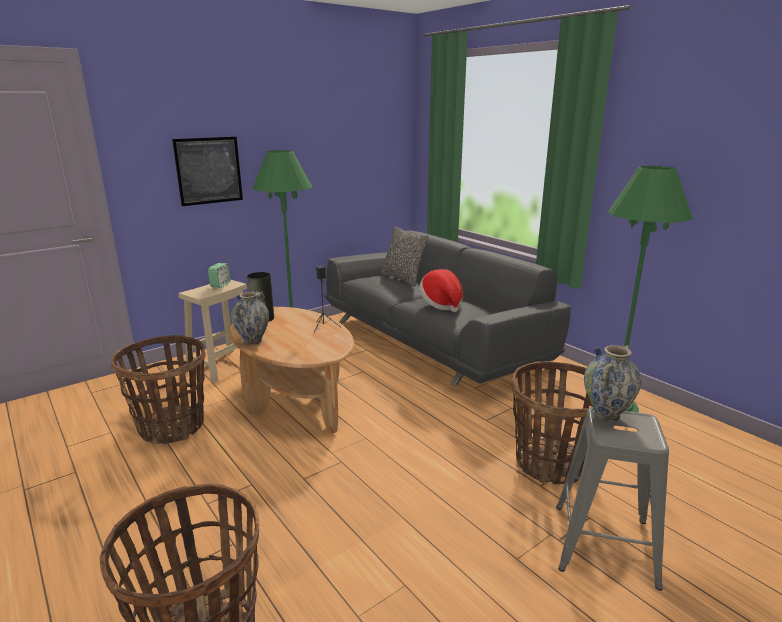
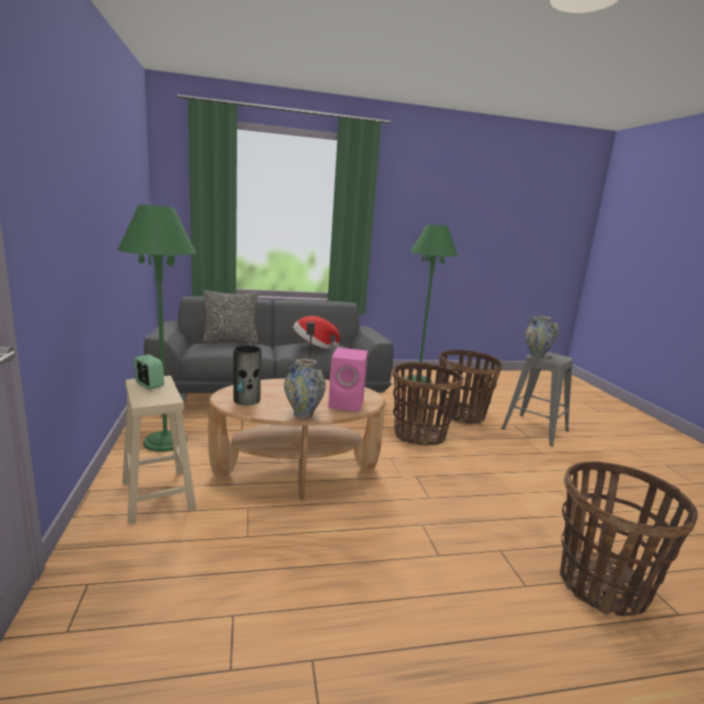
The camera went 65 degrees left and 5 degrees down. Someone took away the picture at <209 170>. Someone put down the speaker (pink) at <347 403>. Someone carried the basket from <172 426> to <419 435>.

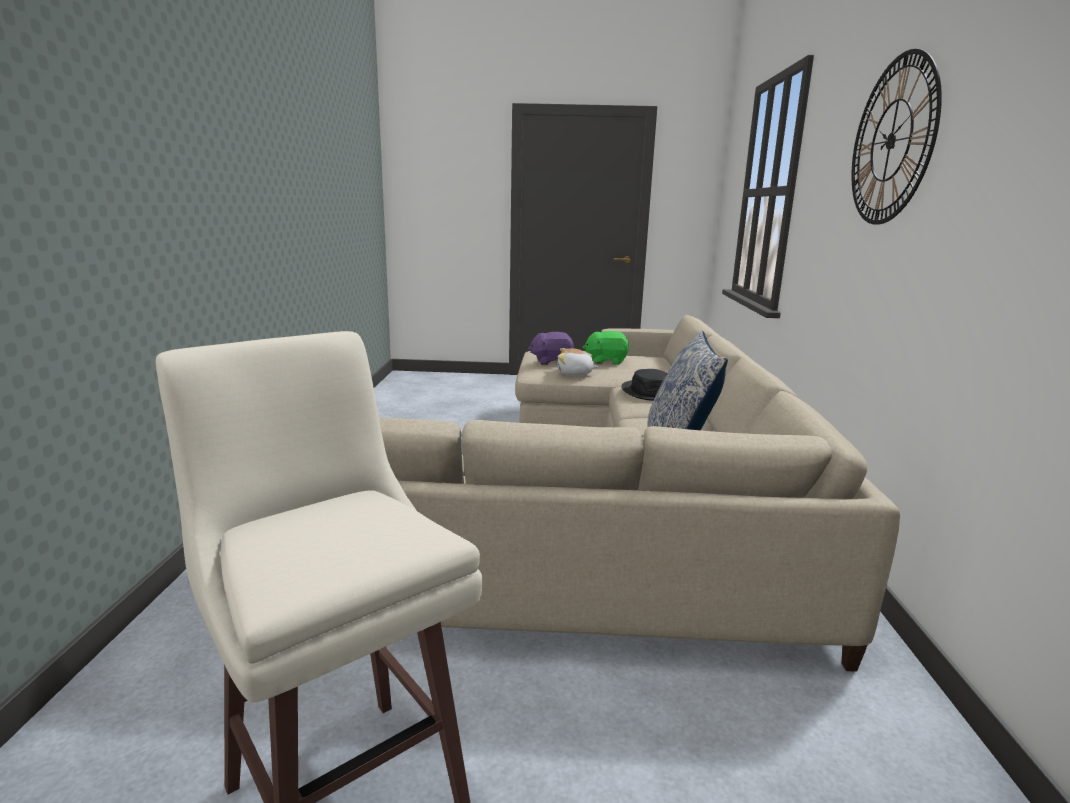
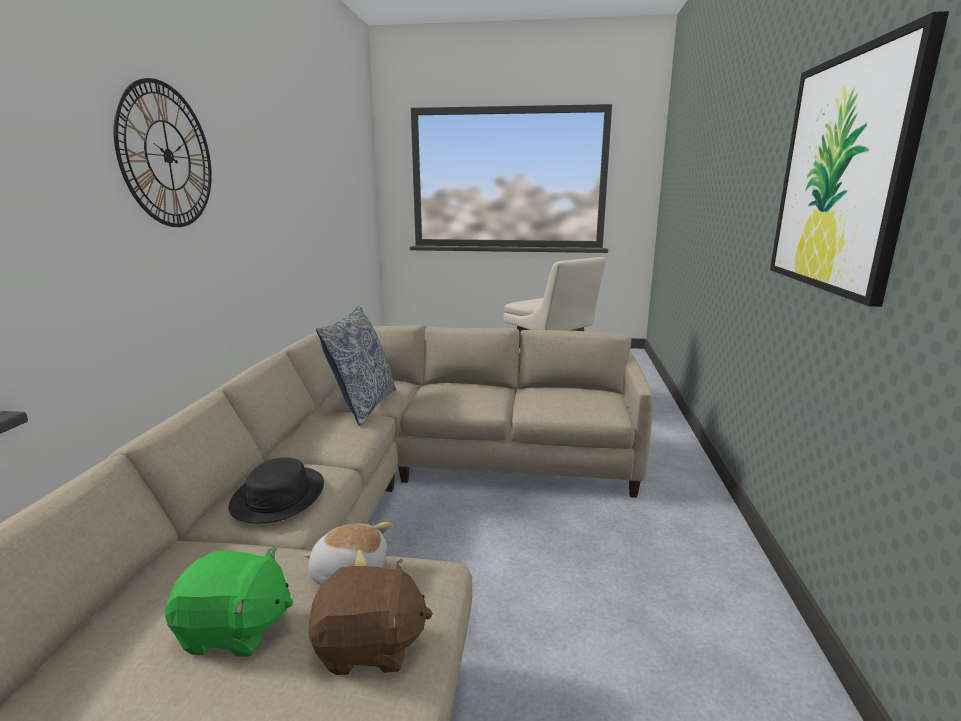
The camera went 175 degrees left and 0 degrees up. Someone put up the picture at <842 174>. Someone repainted the plush toy (purple) at <551 362>, which became the plush toy (brown) at <370 646>.

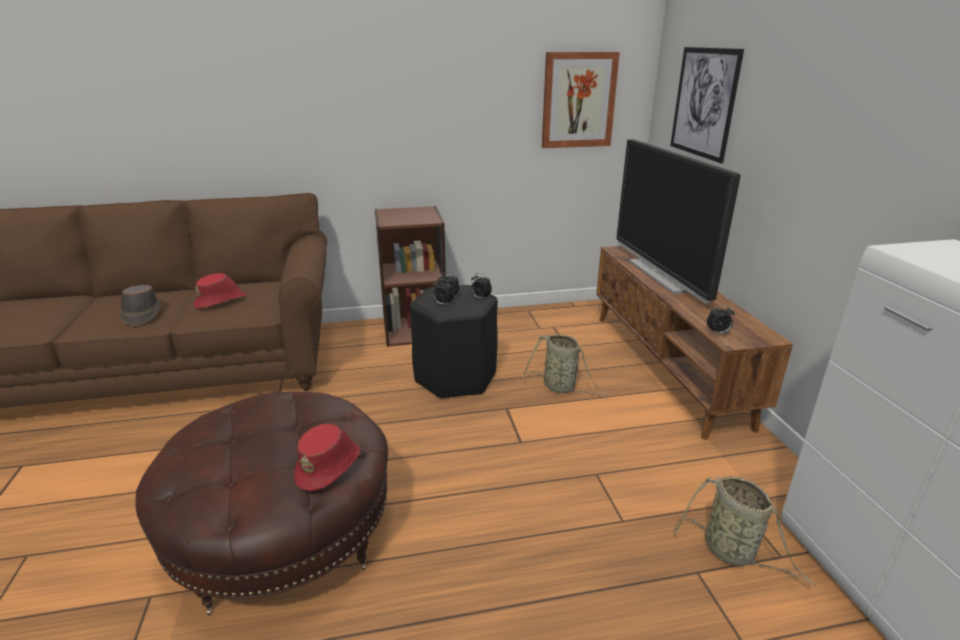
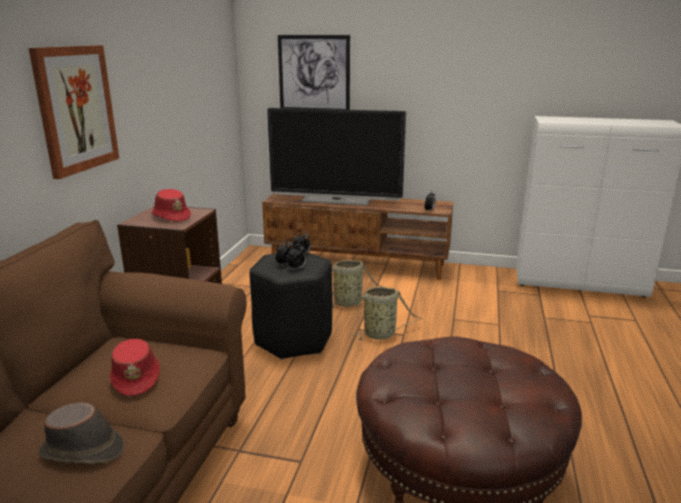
The camera went 65 degrees left and 5 degrees down. Someone carried the hat (red) from <330 466> to <171 216>. Someone carried the picture from <578 100> to <76 109>. Someone carried the basket from <732 552> to <382 334>.

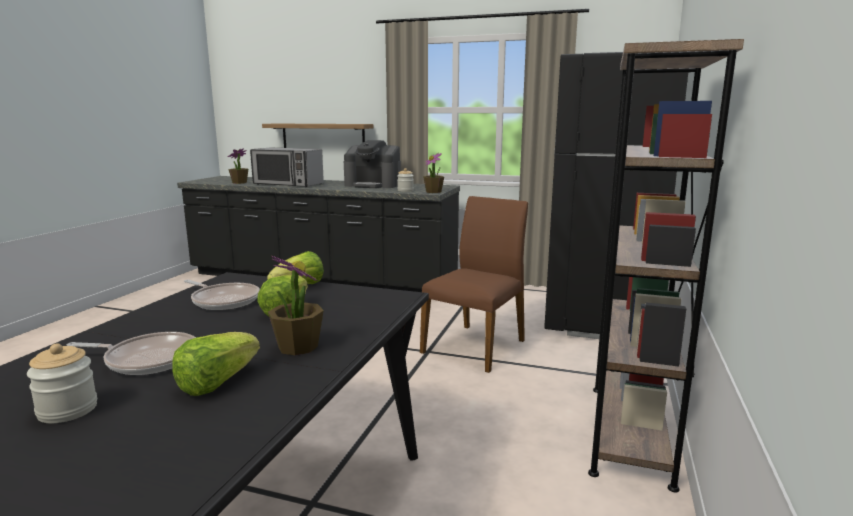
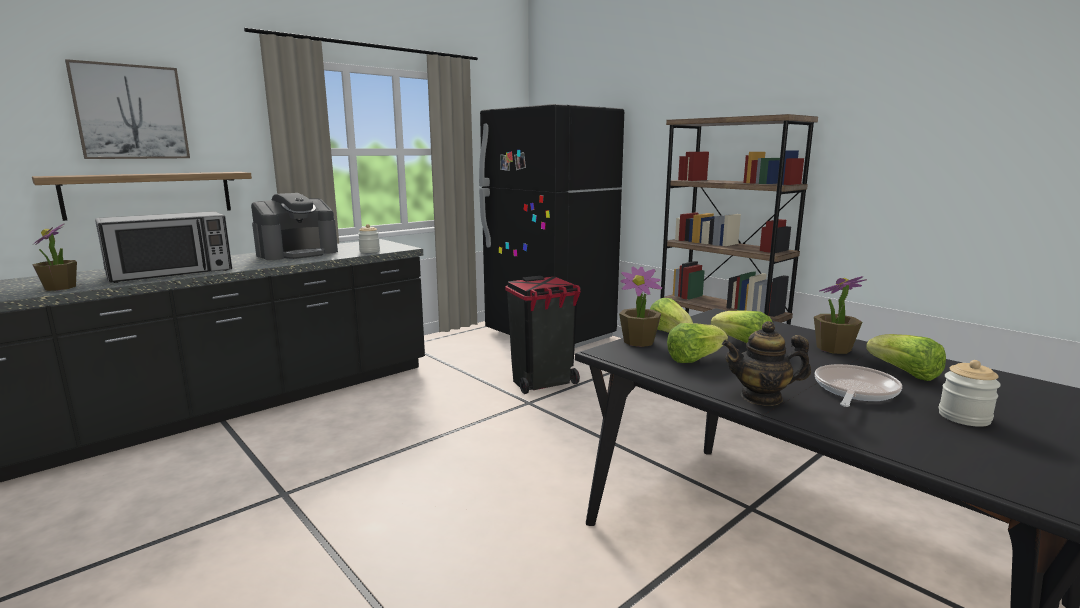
The camera went 60 degrees left and 0 degrees up. Someone put up the picture at <131 112>. Someone put down the teapot at <761 397>. Someone carried the potted plant from <433 192> to <639 342>. Someone swapped the frying pan at <224 300> for the lettuce at <694 359>. Someone swapped the chair (brown) at <475 346> for the trash can (black) at <543 383>.

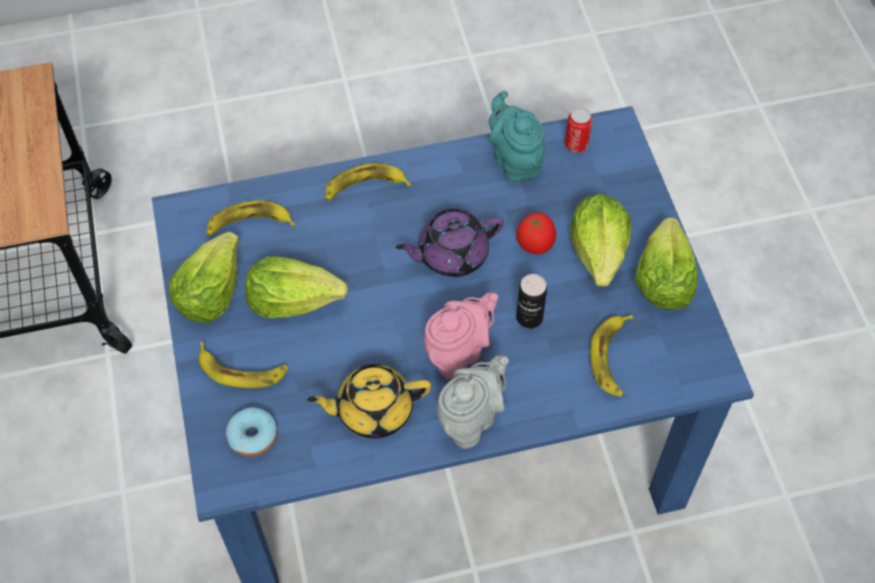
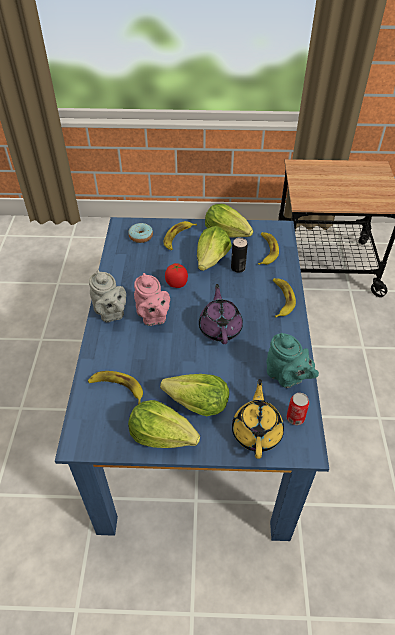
The camera went 105 degrees right and 10 degrees down. Someone carried the teapot (yellow) from <373 410> to <257 431>. Someone carried the tomato from <535 244> to <177 284>. Someone carried the can from <529 317> to <238 268>. Someone rotated the teapot (turquoise) at <515 161> by 60 degrees clockwise.

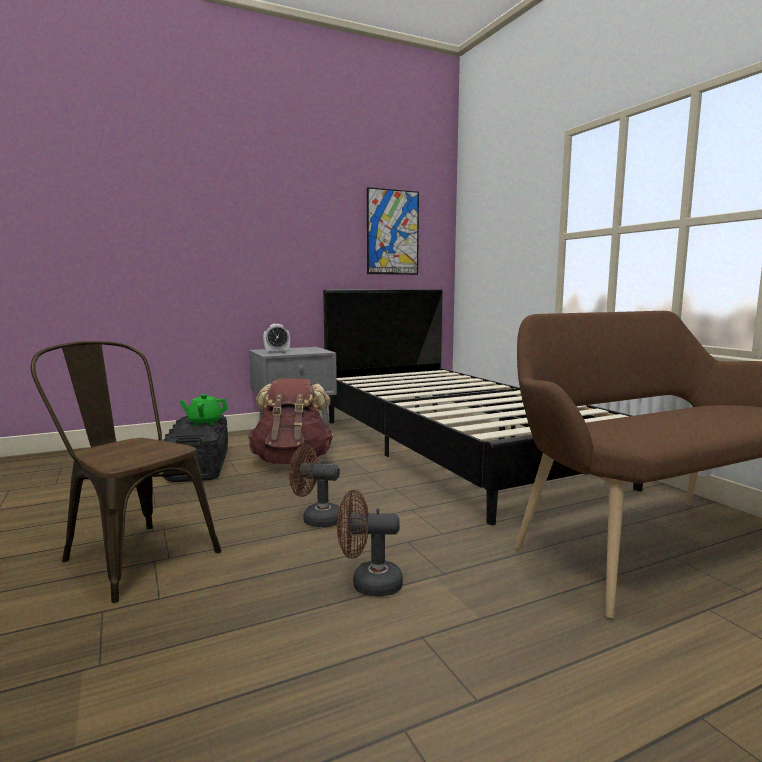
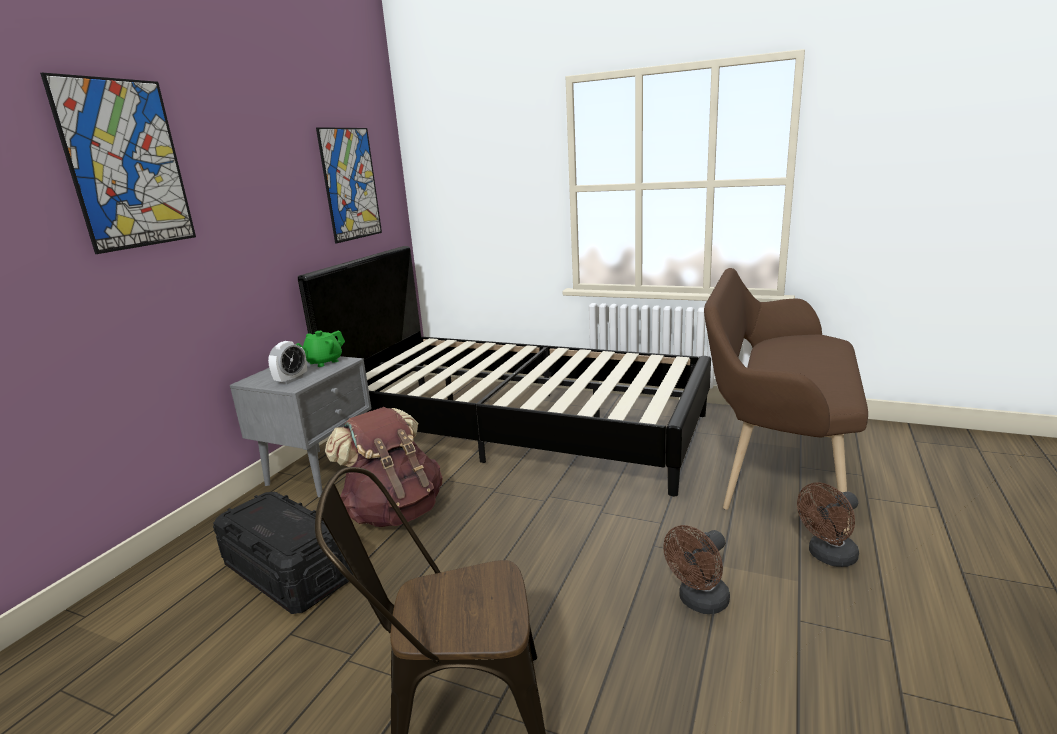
The camera went 40 degrees left and 10 degrees up. Someone put up the picture at <126 165>. Someone carried the teapot (green) from <205 423> to <323 362>. Someone carried the fan (brown) from <316 519> to <827 557>.

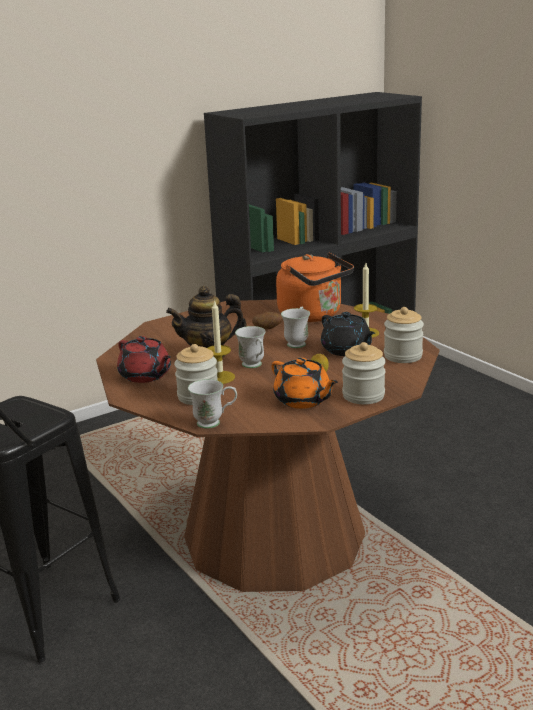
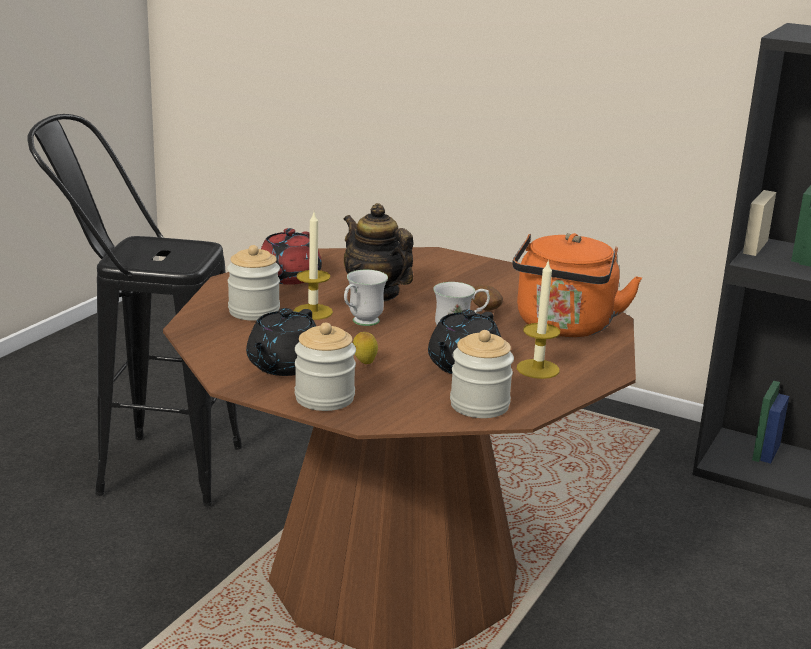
The camera went 60 degrees right and 0 degrees up. Someone took away the mug (white) at <215 423>. Someone repainted the teapot (orange) at <303 400>, which became the teapot (black) at <283 366>.

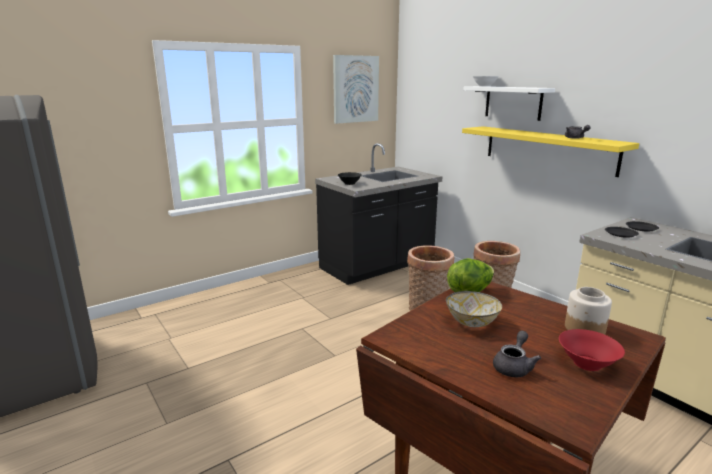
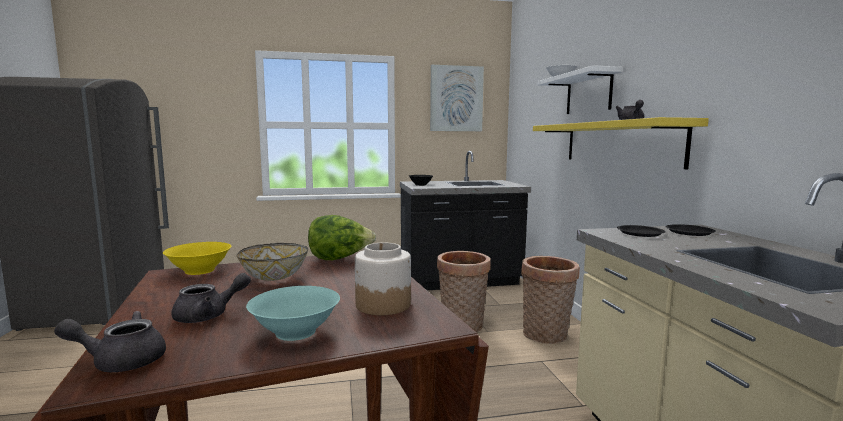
The camera went 25 degrees right and 10 degrees down. Someone put down the teapot (grey) at <121 361>. Someone put down the bowl (yellow) at <200 270>. Someone repainted the bowl (red) at <587 363>, which became the bowl (turquoise) at <296 332>.

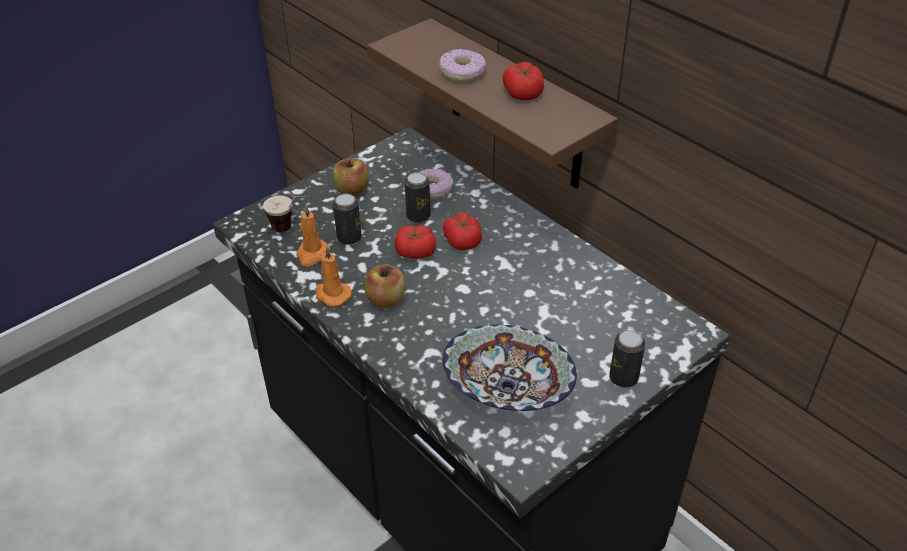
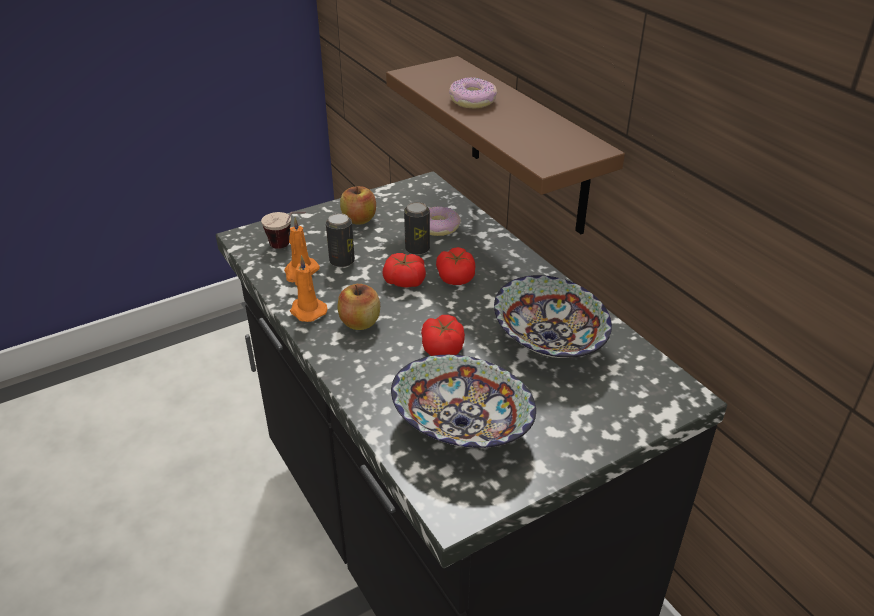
The camera went 10 degrees right and 5 degrees down. Someone took away the can at <623 378>. Someone put down the bowl at <550 341>. Someone carried the tomato from <523 92> to <443 347>.

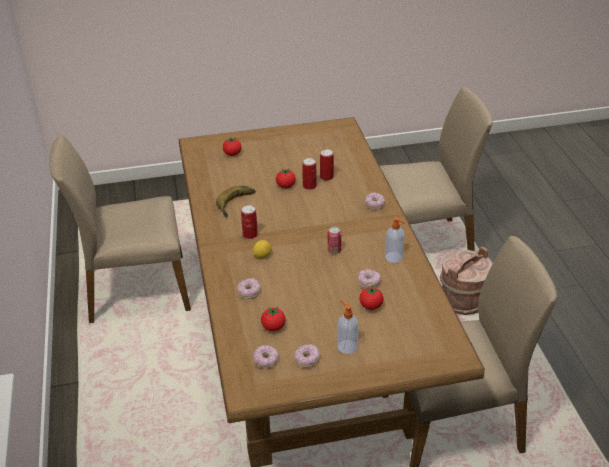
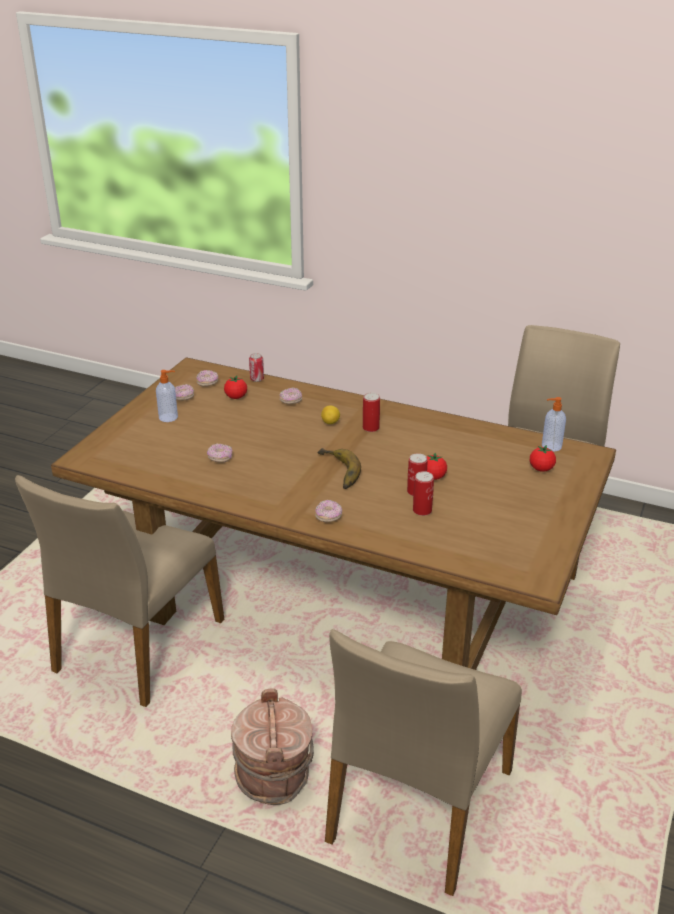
The camera went 125 degrees right and 5 degrees down. Someone took away the tomato at <371 306>. Someone carried the banana from <238 204> to <336 472>. Someone carried the can from <334 250> to <257 379>. Someone carried the soap dispenser from <394 257> to <550 446>.

